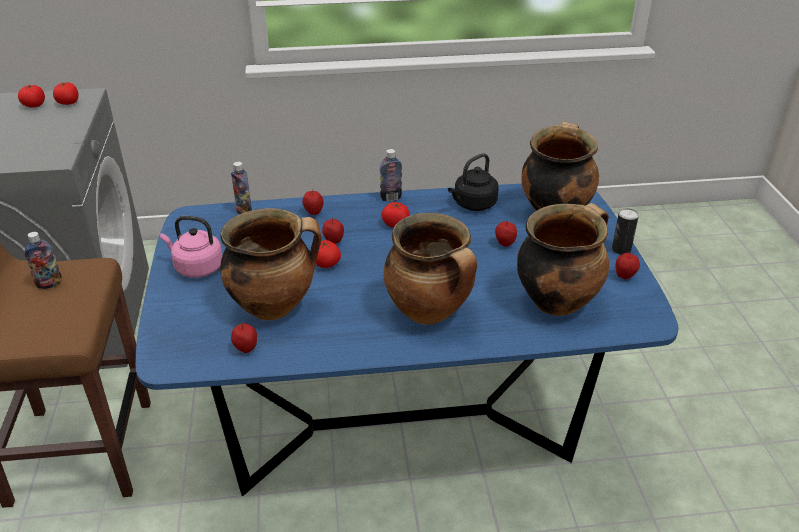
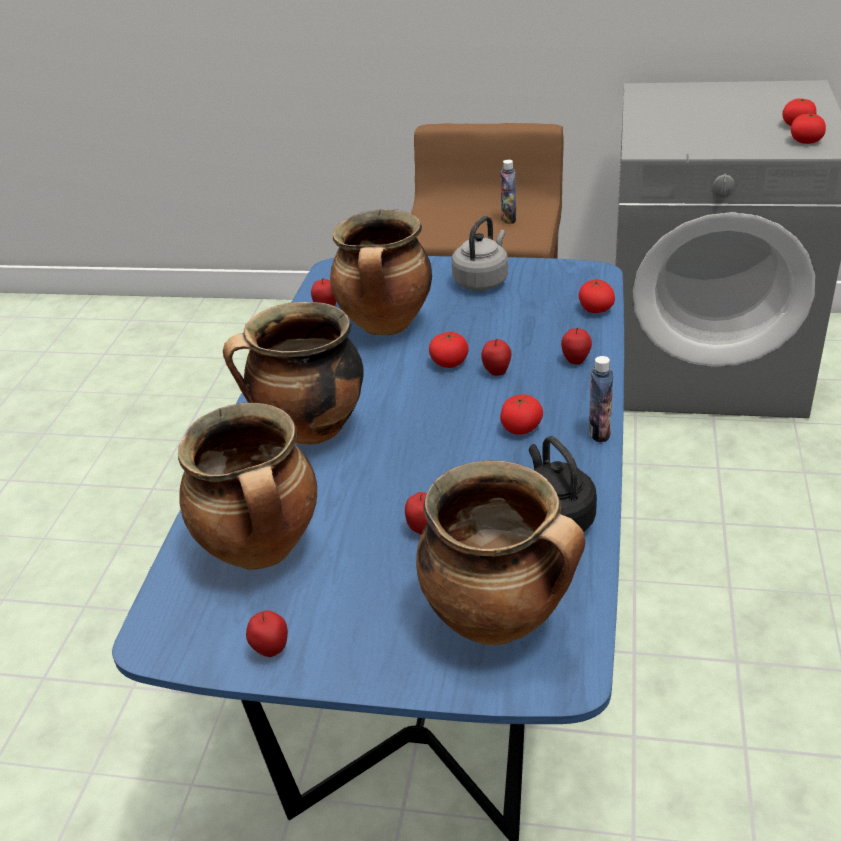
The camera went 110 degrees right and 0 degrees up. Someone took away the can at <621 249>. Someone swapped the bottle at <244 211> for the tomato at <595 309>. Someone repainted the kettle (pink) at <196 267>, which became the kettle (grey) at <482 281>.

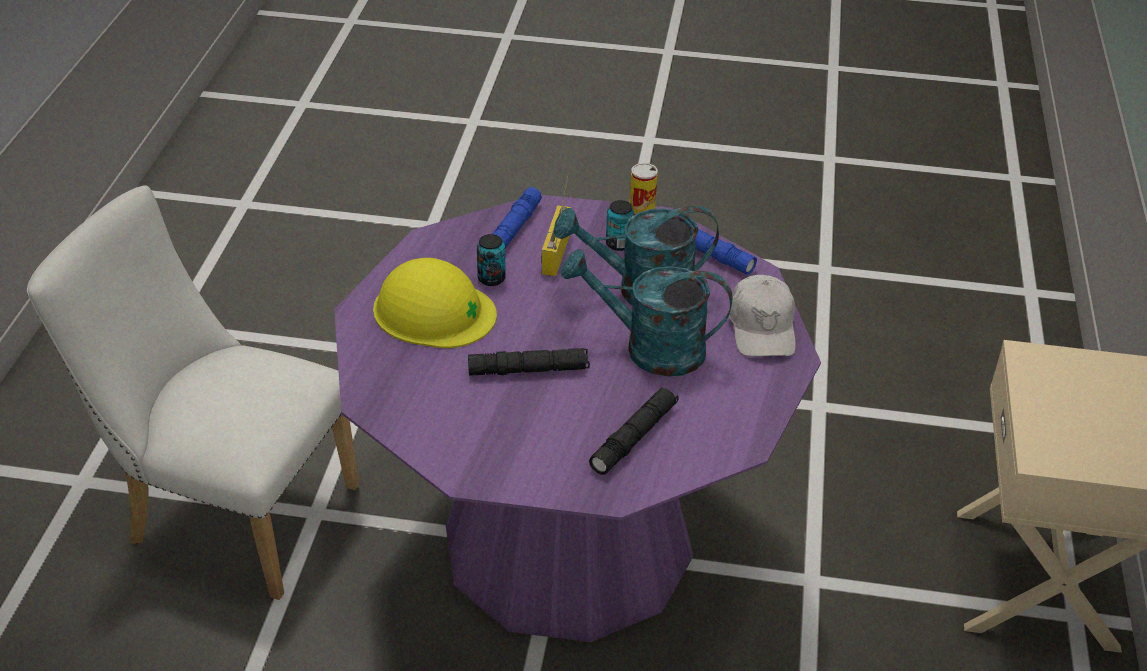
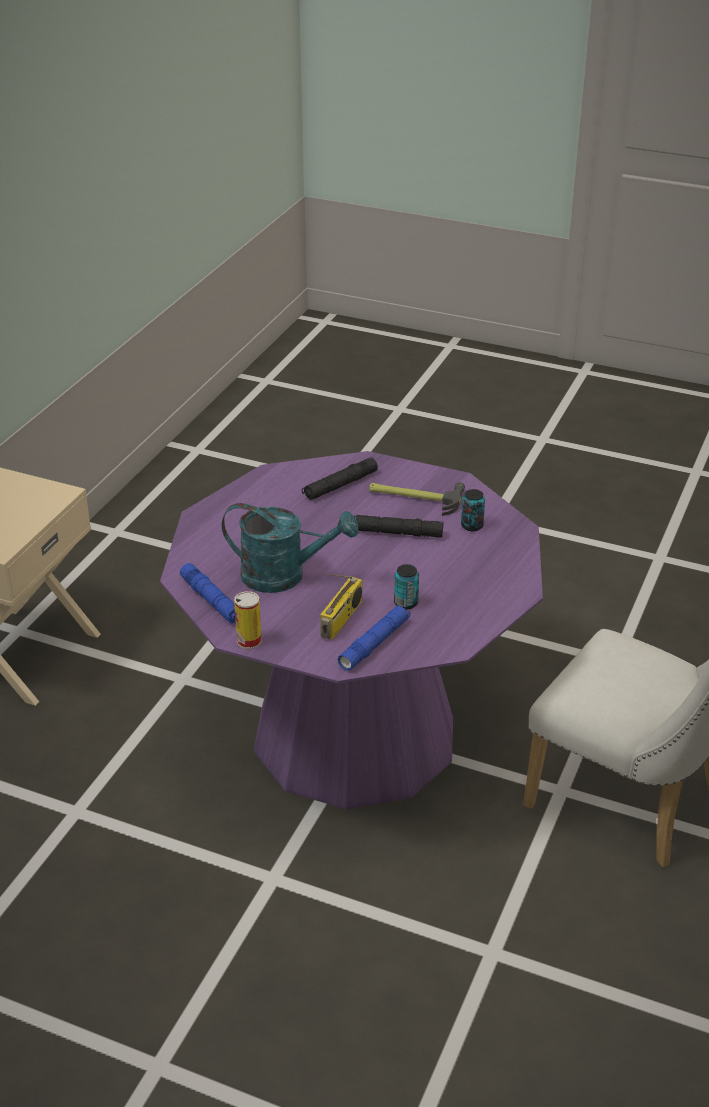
The camera went 165 degrees left and 5 degrees down. Someone took away the hard hat (yellow) at <433 311>. Someone took away the watering can (turquoise) at <650 349>. Someone took away the cap (white) at <762 327>. Someone put down the hammer at <414 497>. Someone carried the can from <619 244> to <472 526>.

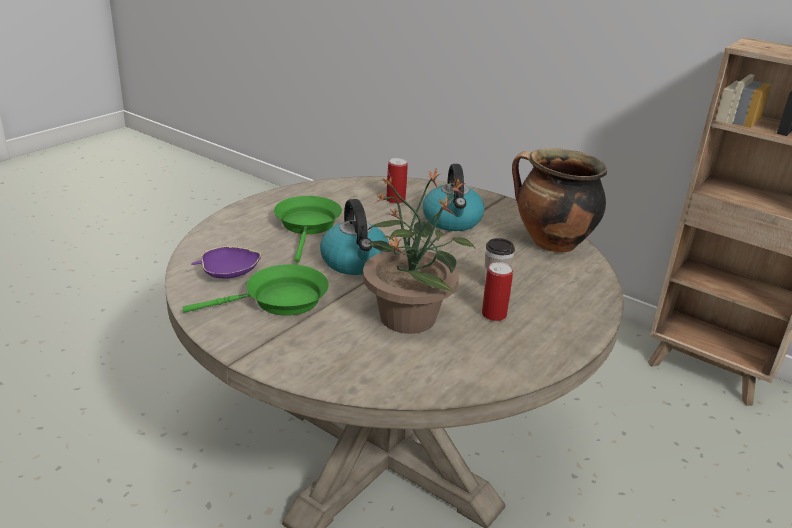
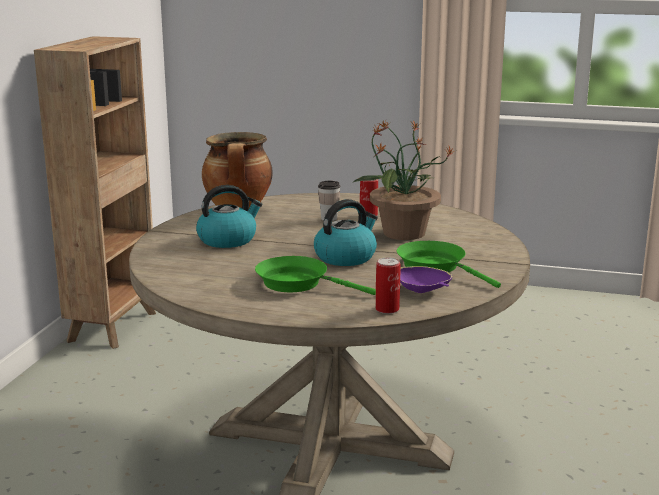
The camera went 110 degrees left and 10 degrees down. Someone carried the can from <395 200> to <387 309>. Someone rotated the frying pan (green) at <308 226> by 45 degrees clockwise.

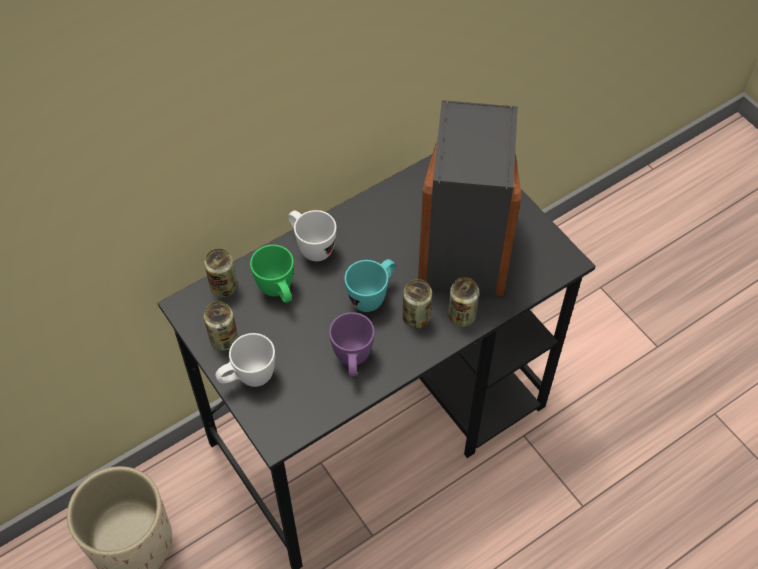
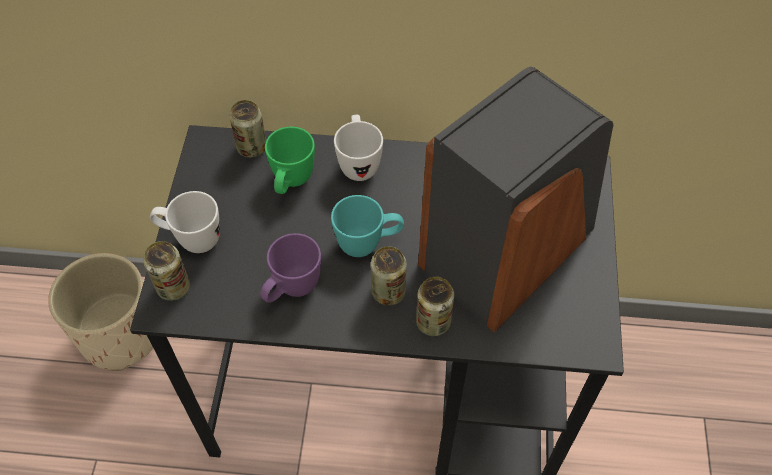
The camera went 40 degrees right and 0 degrees up. Someone carried the can from <224 340> to <173 287>.

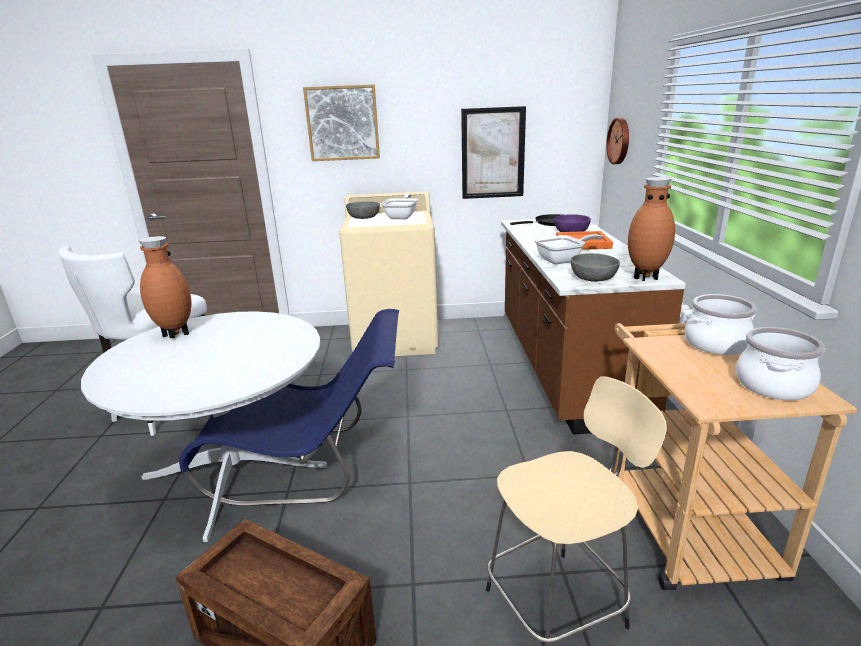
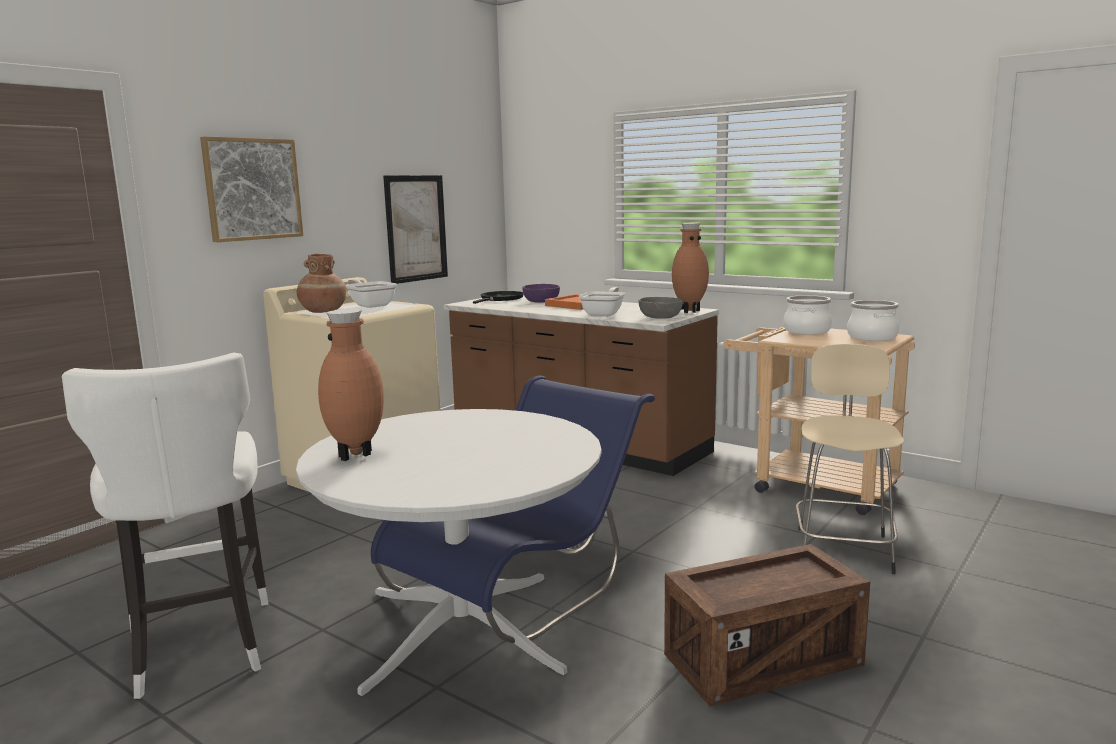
The camera went 50 degrees left and 10 degrees down. Someone took away the wall clock at <620 141>. Someone swapped the bowl (grey) at <363 217> for the vase (brown) at <322 311>.

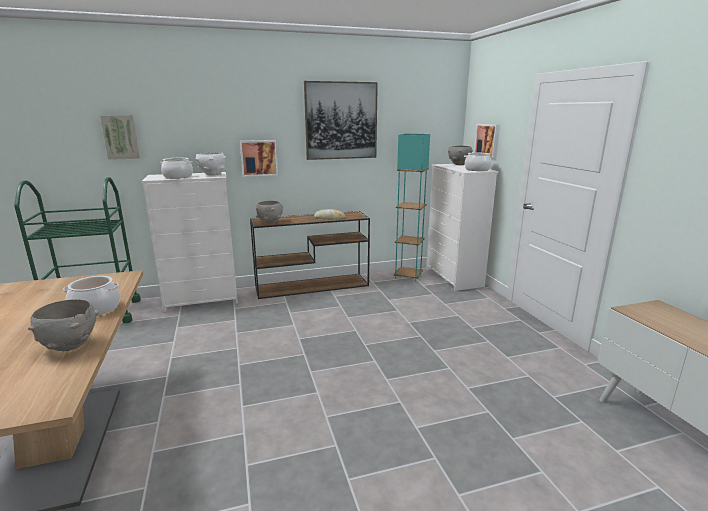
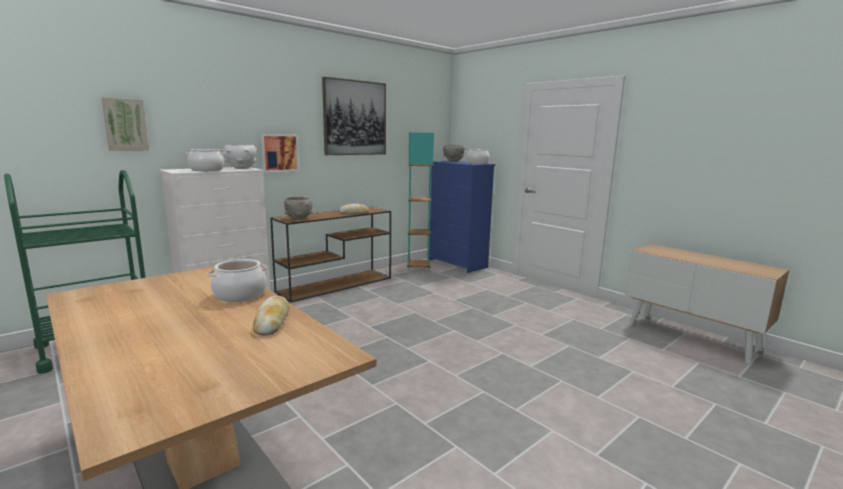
The camera went 25 degrees left and 5 degrees down. Someone took away the picture at <487 141>. Someone swapped the bowl (grey) at <70 346> for the bread at <272 321>. Someone repainted the dresser (white) at <453 277>, which became the dresser (blue) at <457 264>.

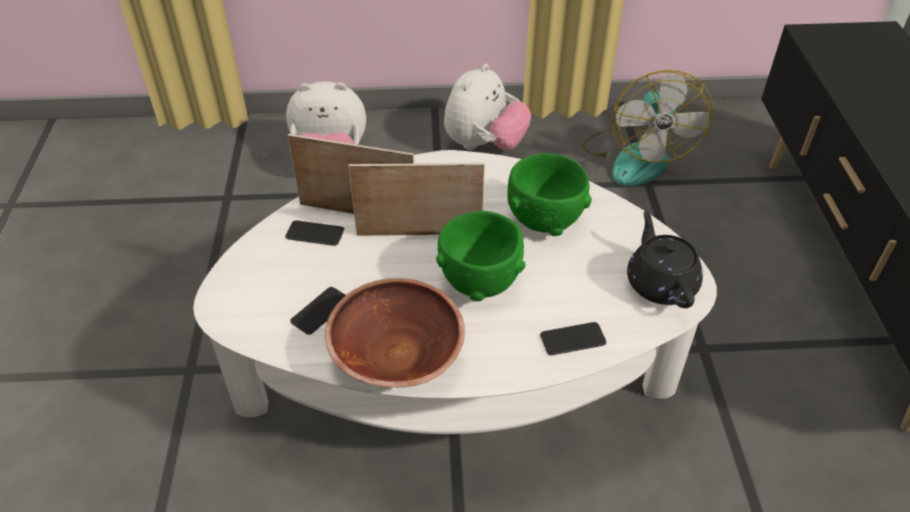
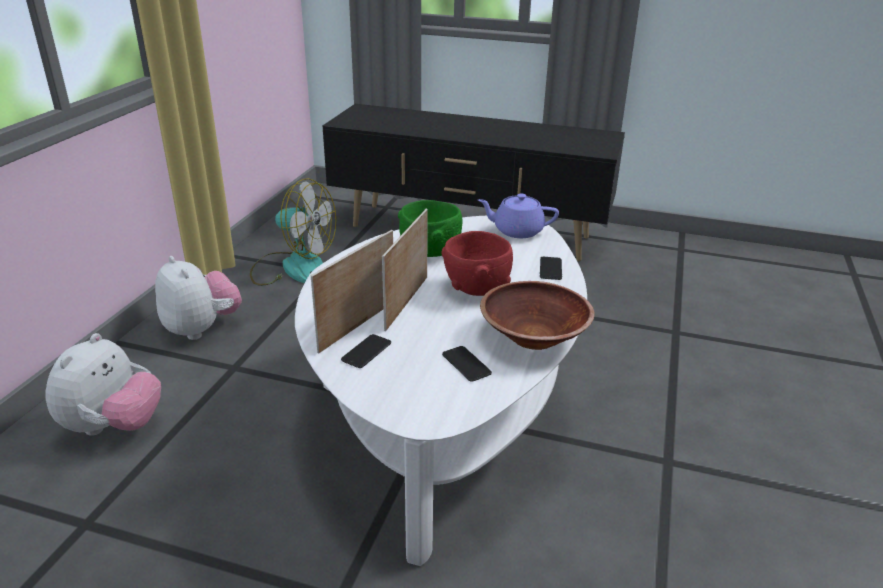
The camera went 70 degrees left and 15 degrees down. Someone repainted the bowl (green) at <480 281>, which became the bowl (red) at <476 288>. Someone repainted the teapot (black) at <660 283>, which became the teapot (purple) at <517 231>.

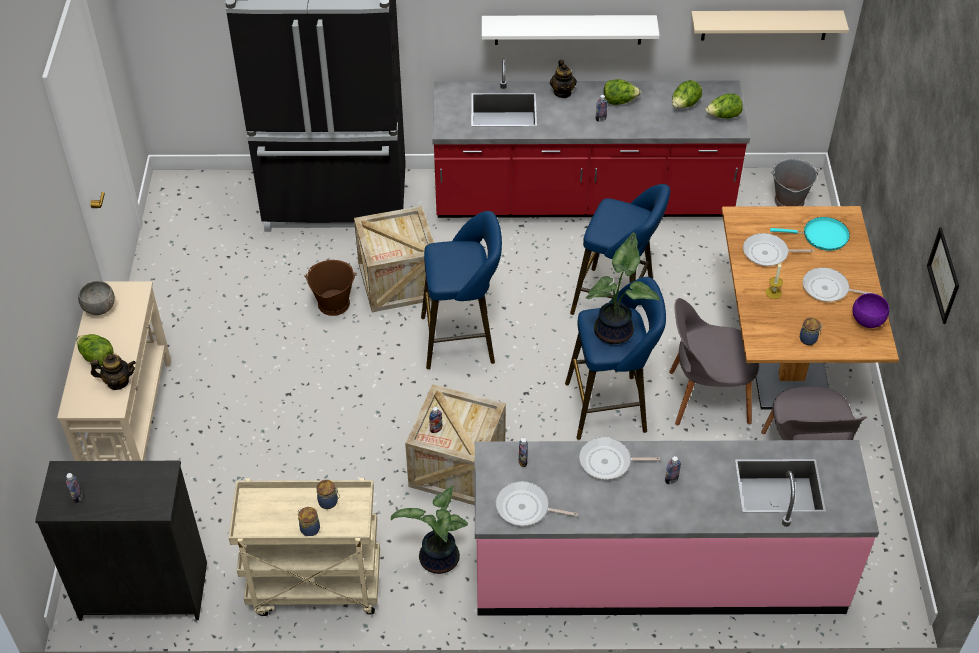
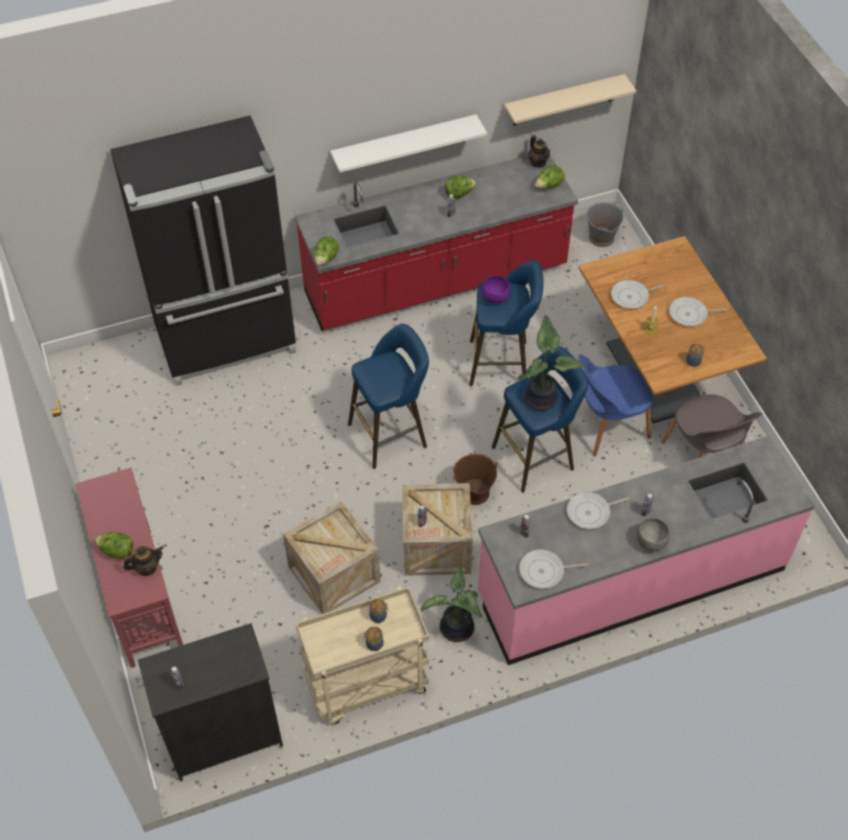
The camera went 20 degrees left and 5 degrees up. Someone took away the frying pan (turquoise) at <821 236>. Someone took away the picture at <943 275>. Someone carried the bowl (grey) from <100 309> to <651 542>. Someone carried the bucket (brown) from <333 303> to <474 492>. Someone carried the crate from <398 281> to <334 574>. Someone carried the teapot from <562 92> to <538 162>. Someone carried the lettuce from <685 105> to <326 259>. Someone carried the bowl (purple) from <867 321> to <495 298>. Someone repainted the console table (beige) at <131 422>, which became the console table (red) at <141 593>. Someone repainted the chair (grey) at <706 397>, which became the chair (blue) at <607 426>.

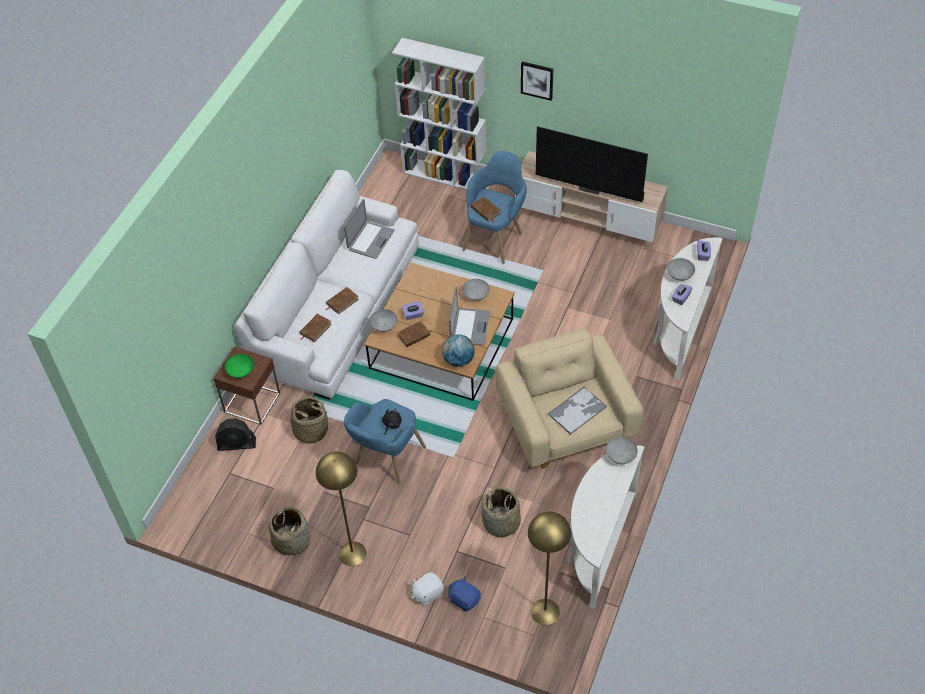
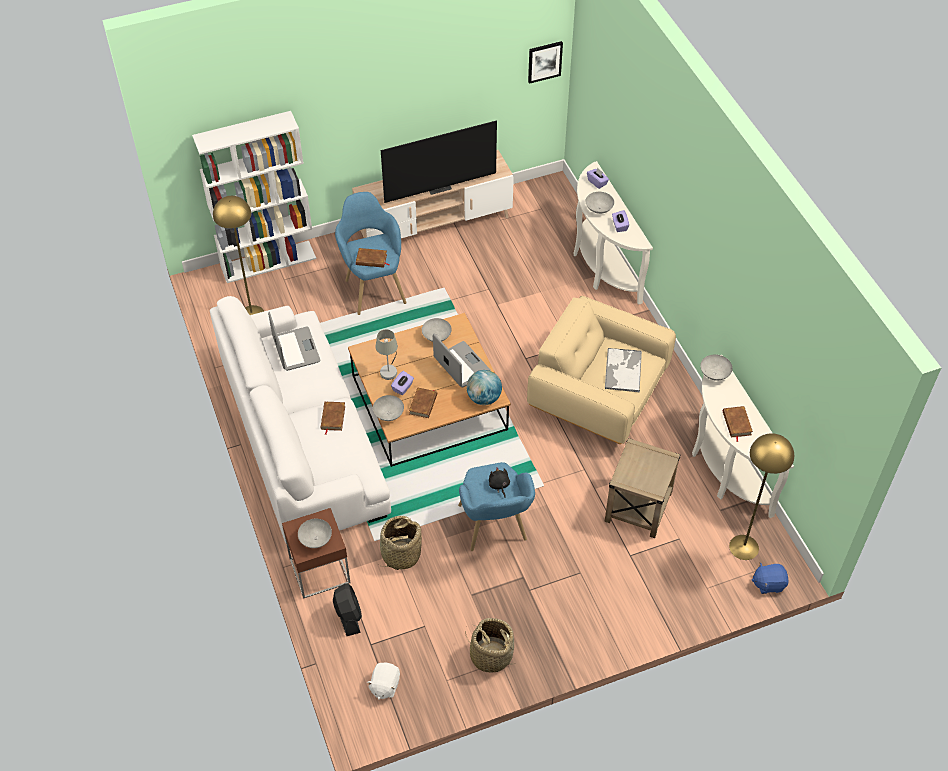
The camera went 45 degrees left and 0 degrees up. Someone put down the table lamp (grey) at <389 368>. Someone carried the book (brown) from <315 329> to <736 423>. Someone carried the floor lamp (yellow) from <352 553> to <251 314>. Someone carried the plush toy (white) from <427 593> to <384 686>. Someone carried the plush toy (blue) from <464 599> to <768 583>. Someone carried the picture from <537 80> to <544 61>. Someone swapped the basket at <501 523> for the side table (beige) at <638 507>. Someone repainted the bowl (green) at <241 372>, which became the bowl (grey) at <316 539>. Someone rotated the fan (black) at <237 444> by 60 degrees counterclockwise.

